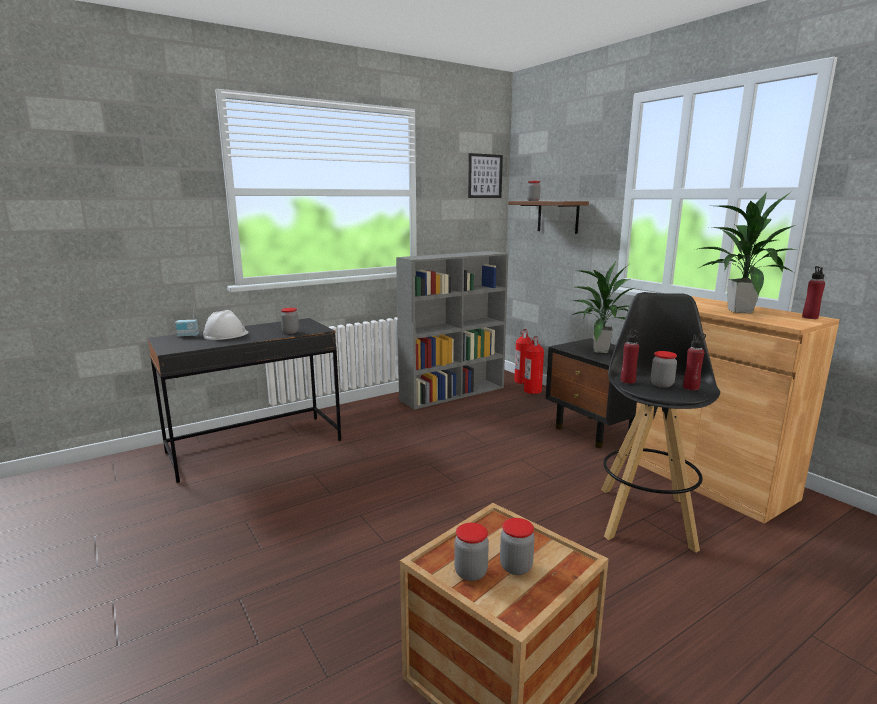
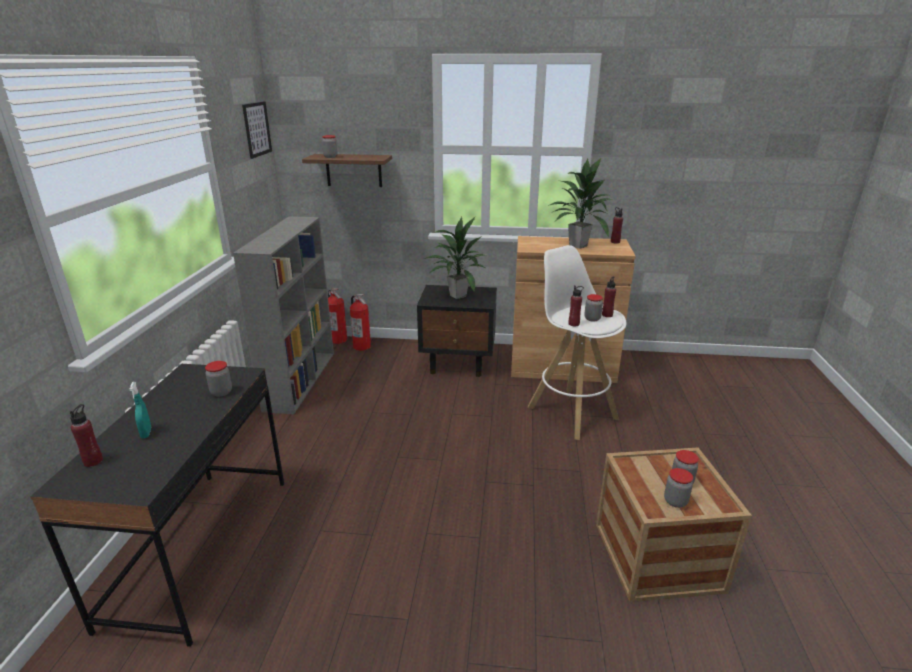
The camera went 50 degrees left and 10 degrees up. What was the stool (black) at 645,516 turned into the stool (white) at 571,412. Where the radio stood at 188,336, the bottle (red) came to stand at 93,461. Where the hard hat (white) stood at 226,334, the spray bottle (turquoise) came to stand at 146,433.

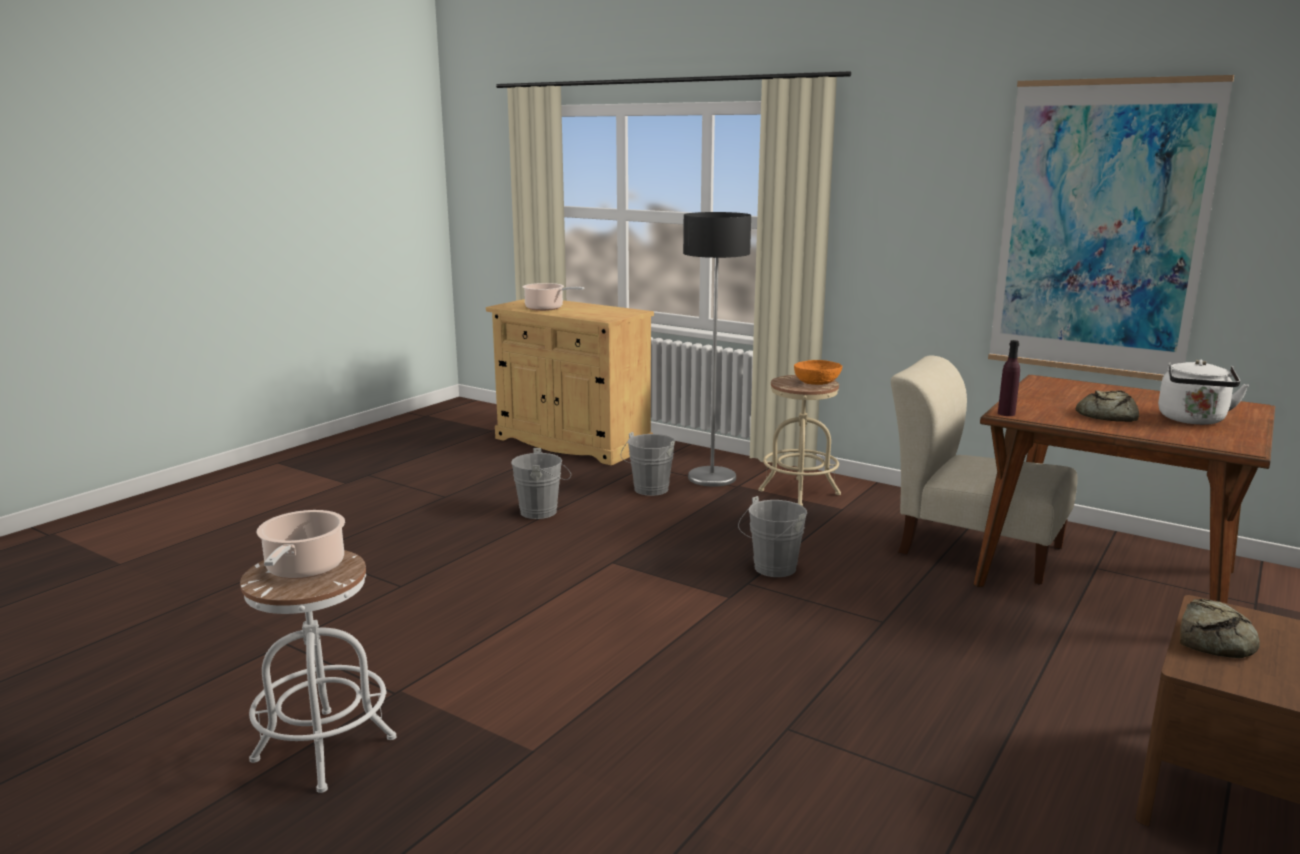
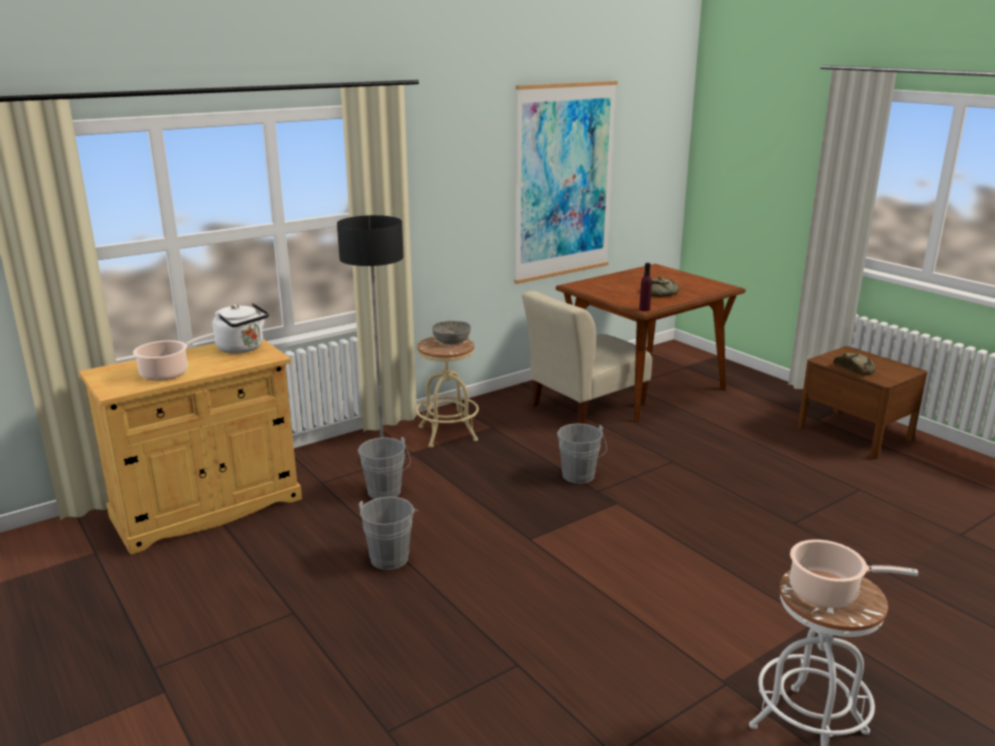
The camera went 70 degrees left and 5 degrees up. What was the bowl (orange) at 817,383 turned into the bowl (grey) at 451,341. The kettle (white) ended up elsewhere, having gone from 1193,420 to 243,348.

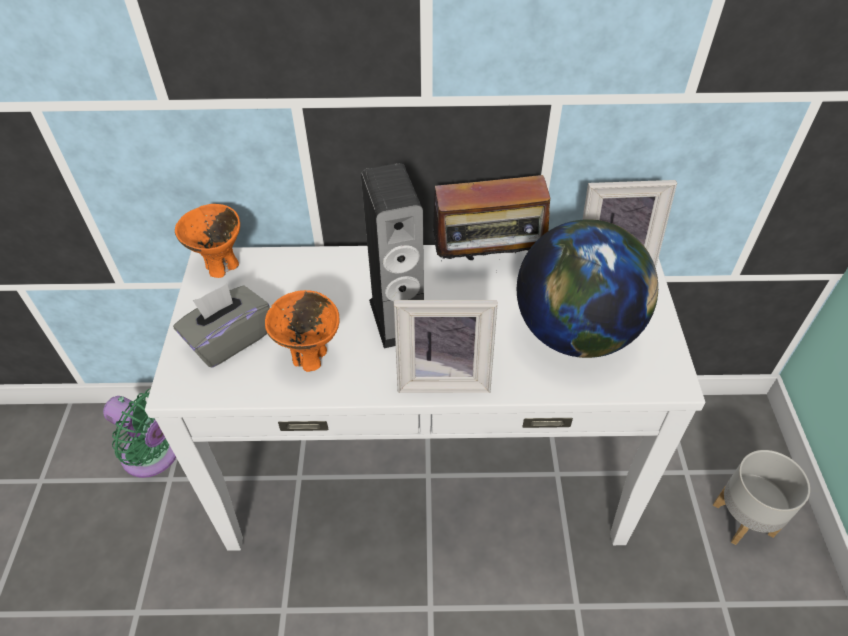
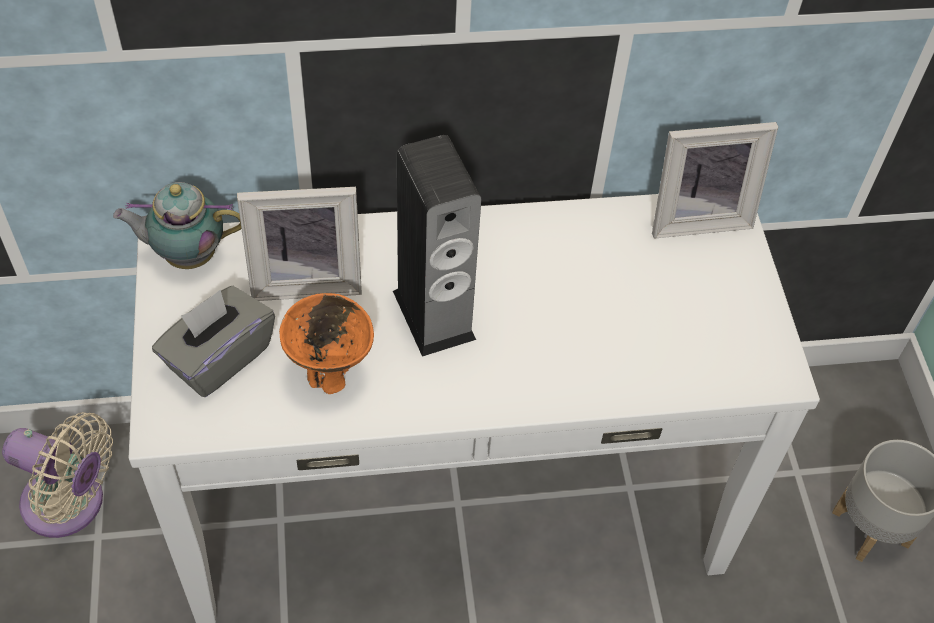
The camera went 10 degrees left and 5 degrees up. The second view lost the radio at 488,263. Where the bowl (orange) stood at 222,267, the teapot came to stand at 186,255. The second view lost the globe at 576,332. The picture frame ended up elsewhere, having gone from 443,376 to 306,279. What was the fan (green) at 155,455 turned into the fan (beige) at 70,504.

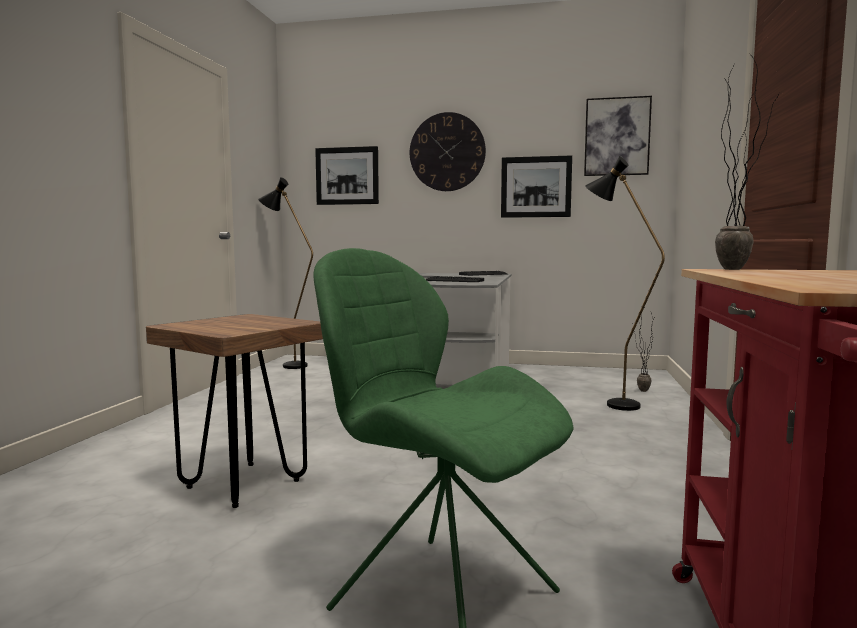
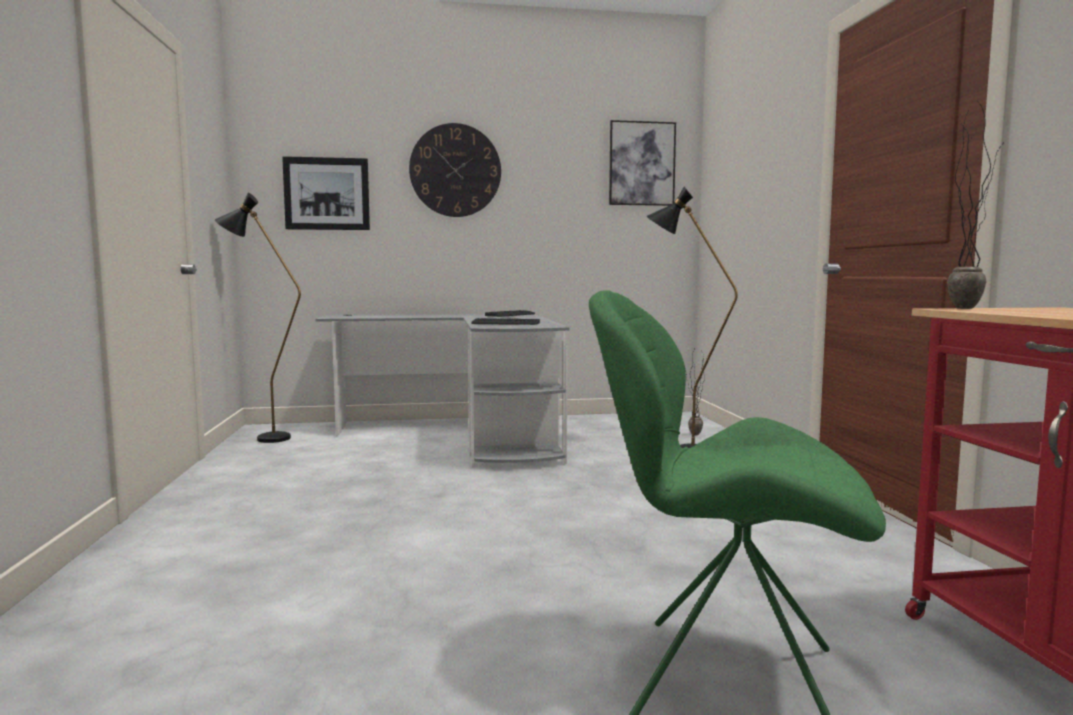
The camera went 20 degrees left and 0 degrees up. The second view lost the picture at 536,187. The second view lost the stool (brown) at 243,484.

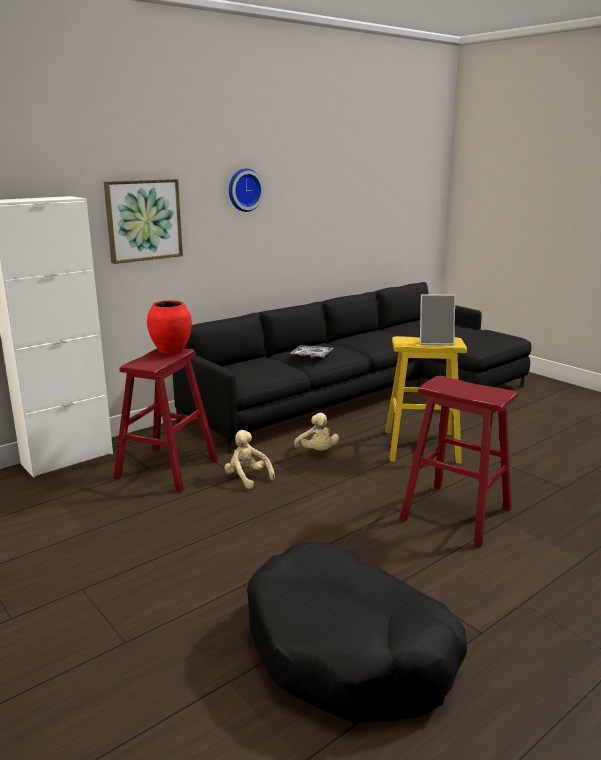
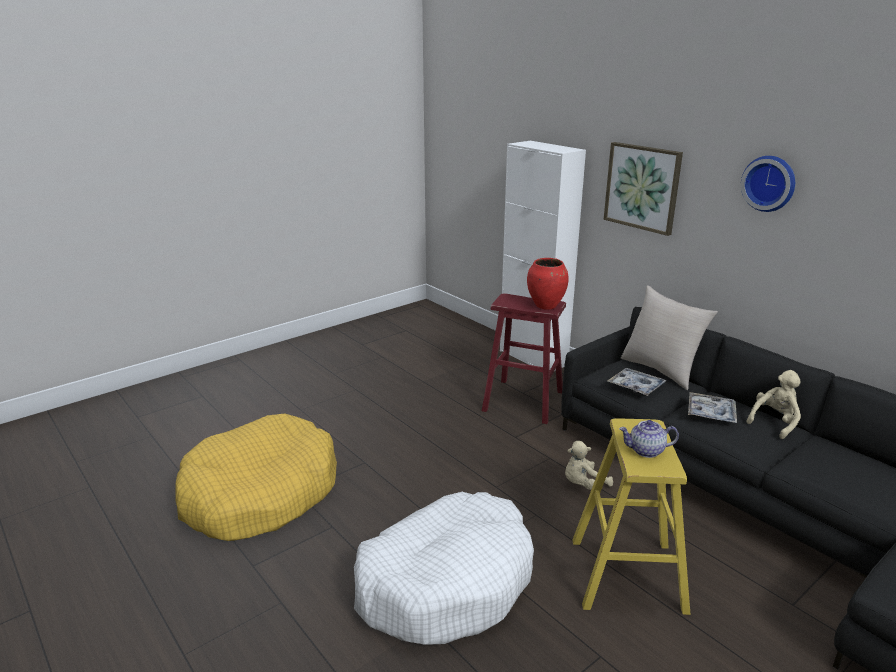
The camera went 90 degrees right and 5 degrees up. Where the picture frame stood at 435,342, the teapot came to stand at 646,451. Where the stool (red) stood at 456,514, the dog bed (white) came to stand at 445,582. The plush toy (beige) ended up elsewhere, having gone from 247,478 to 774,422. What was the dog bed (black) at 349,650 turned into the dog bed (yellow) at 260,493. The second view gained the pillow (beige) at 661,370. The second view gained the tray at 636,386.

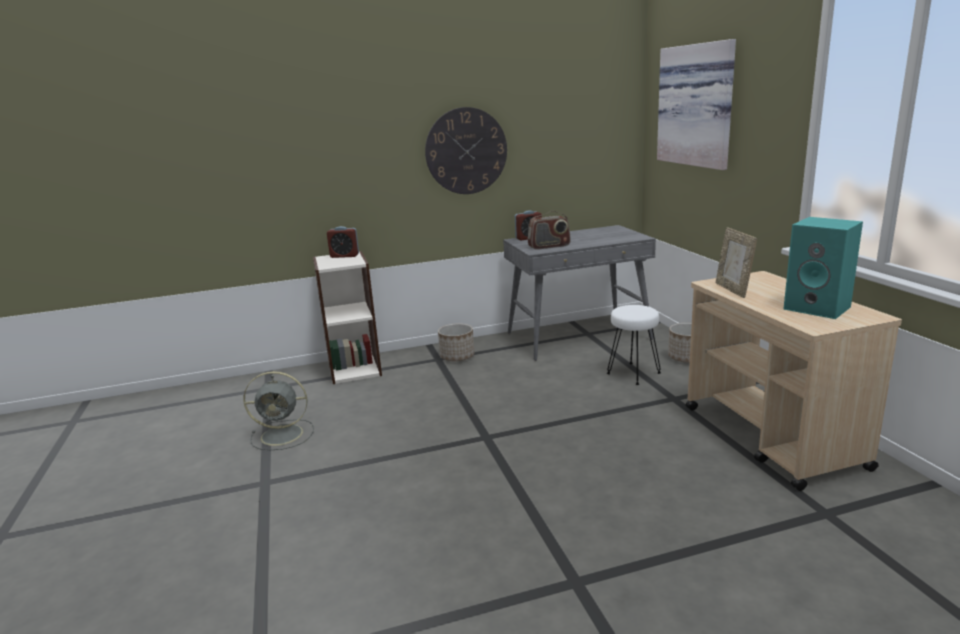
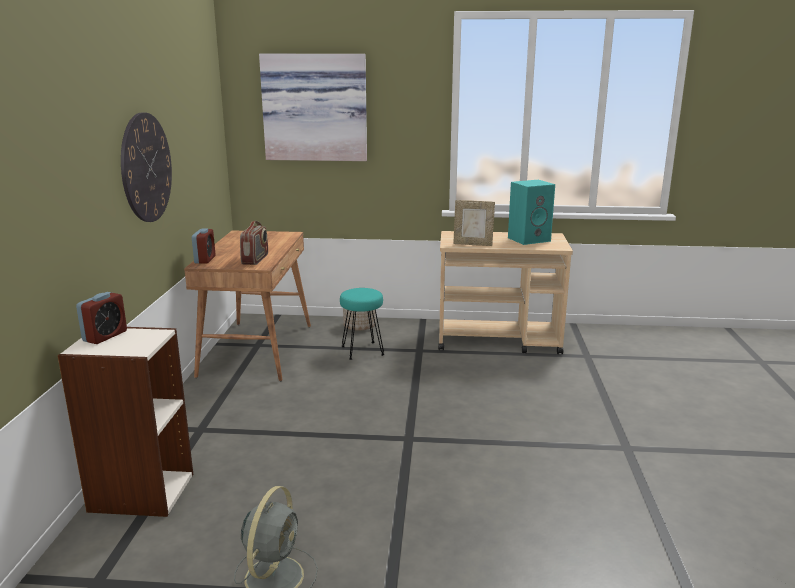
The camera went 70 degrees left and 0 degrees up. What was the desk (grey) at 578,336 turned into the desk (brown) at 257,350. What was the stool (white) at 633,374 turned into the stool (turquoise) at 362,351. The second view lost the planter at 457,356.

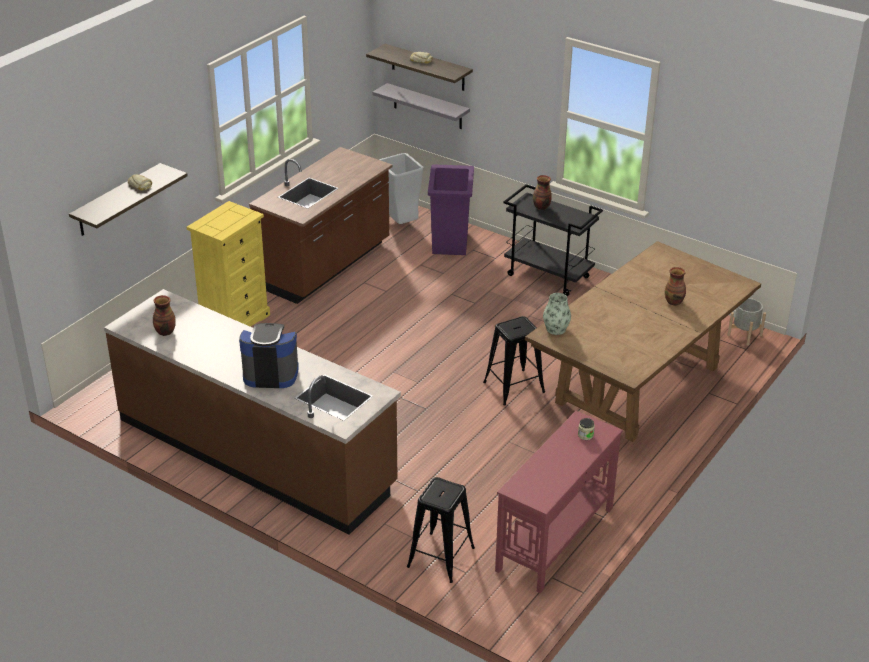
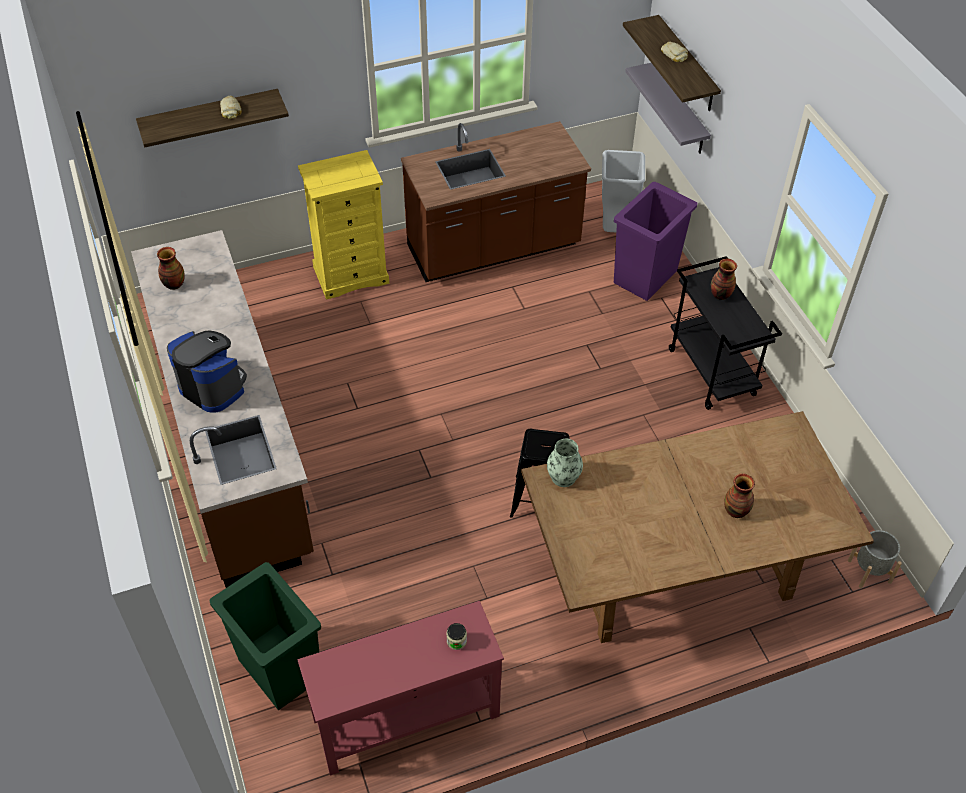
The camera went 35 degrees right and 15 degrees up. Where the stool (black) stood at 440,557, the trash can (green) came to stand at 280,668.

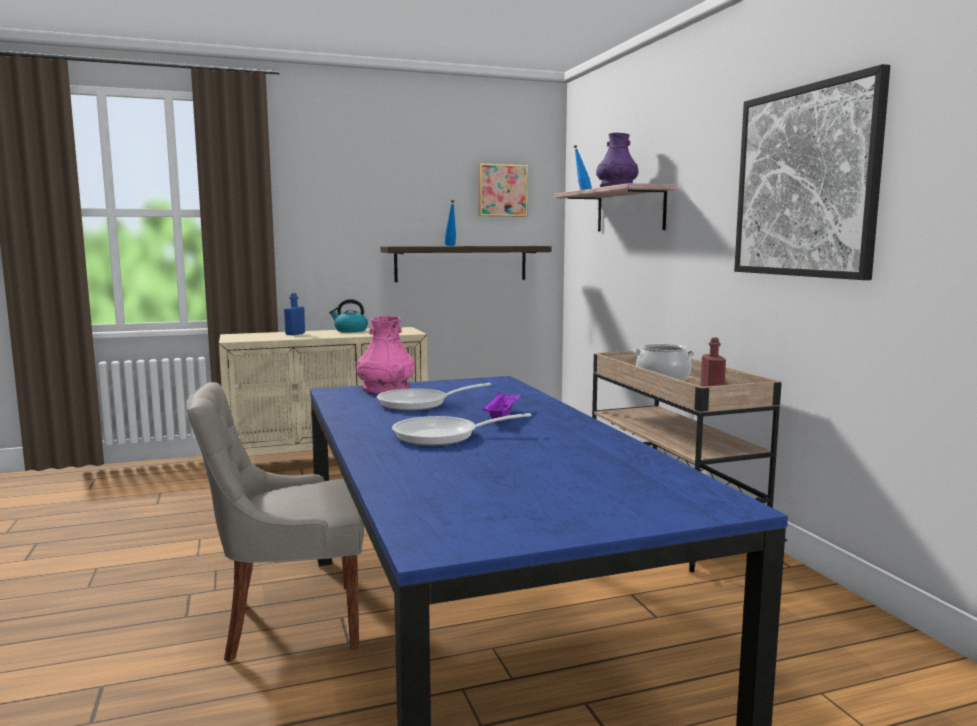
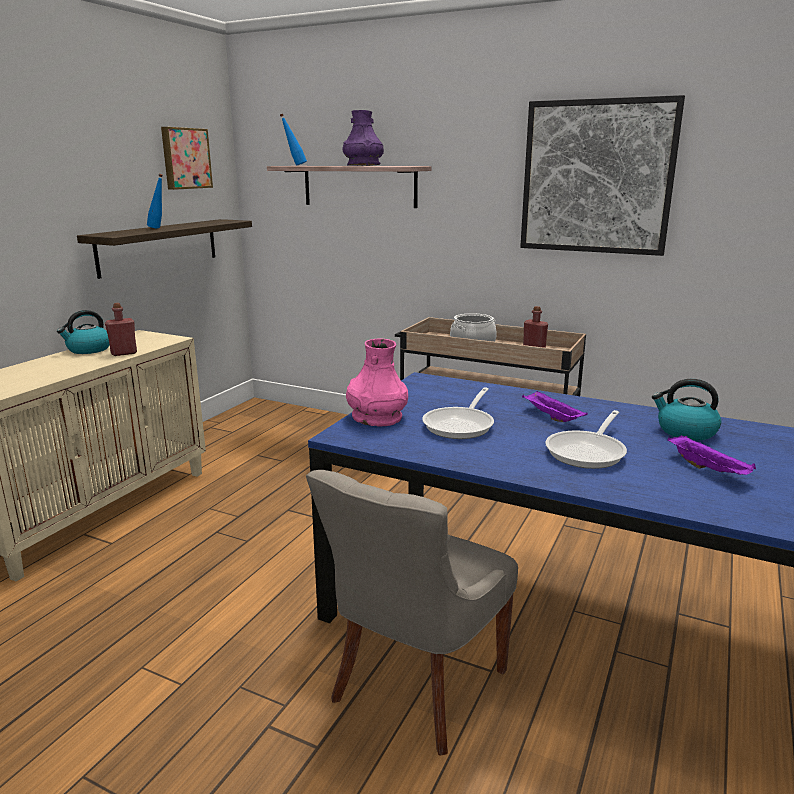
The camera went 45 degrees left and 10 degrees up. The second view lost the bottle (blue) at 295,334. The second view gained the bottle (red) at 124,353. The second view gained the kettle at 685,431. The second view gained the tray (purple) at 708,469.

